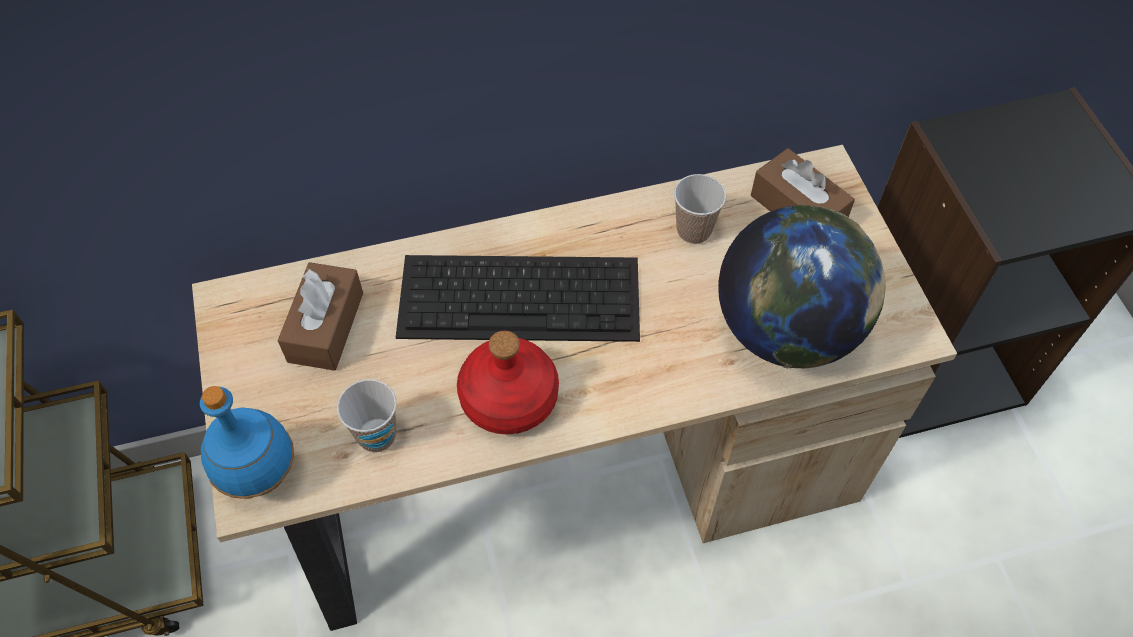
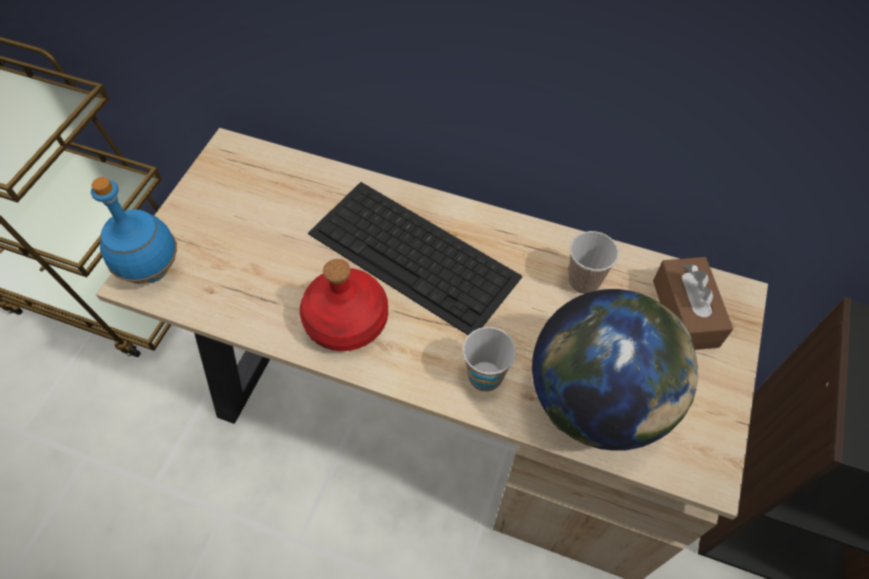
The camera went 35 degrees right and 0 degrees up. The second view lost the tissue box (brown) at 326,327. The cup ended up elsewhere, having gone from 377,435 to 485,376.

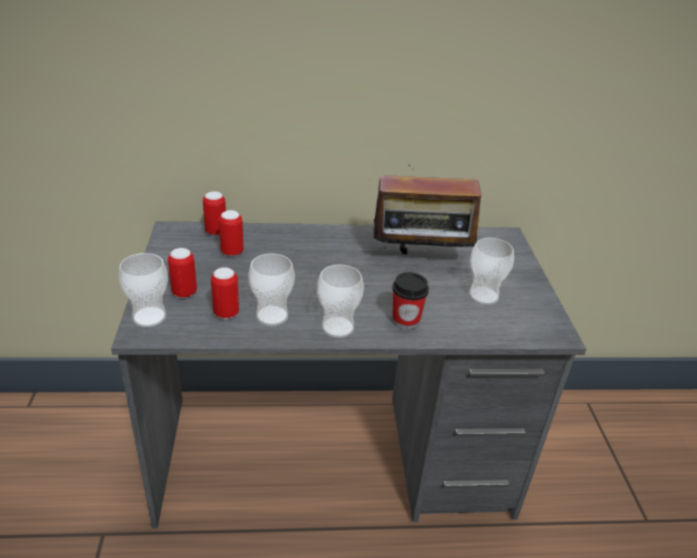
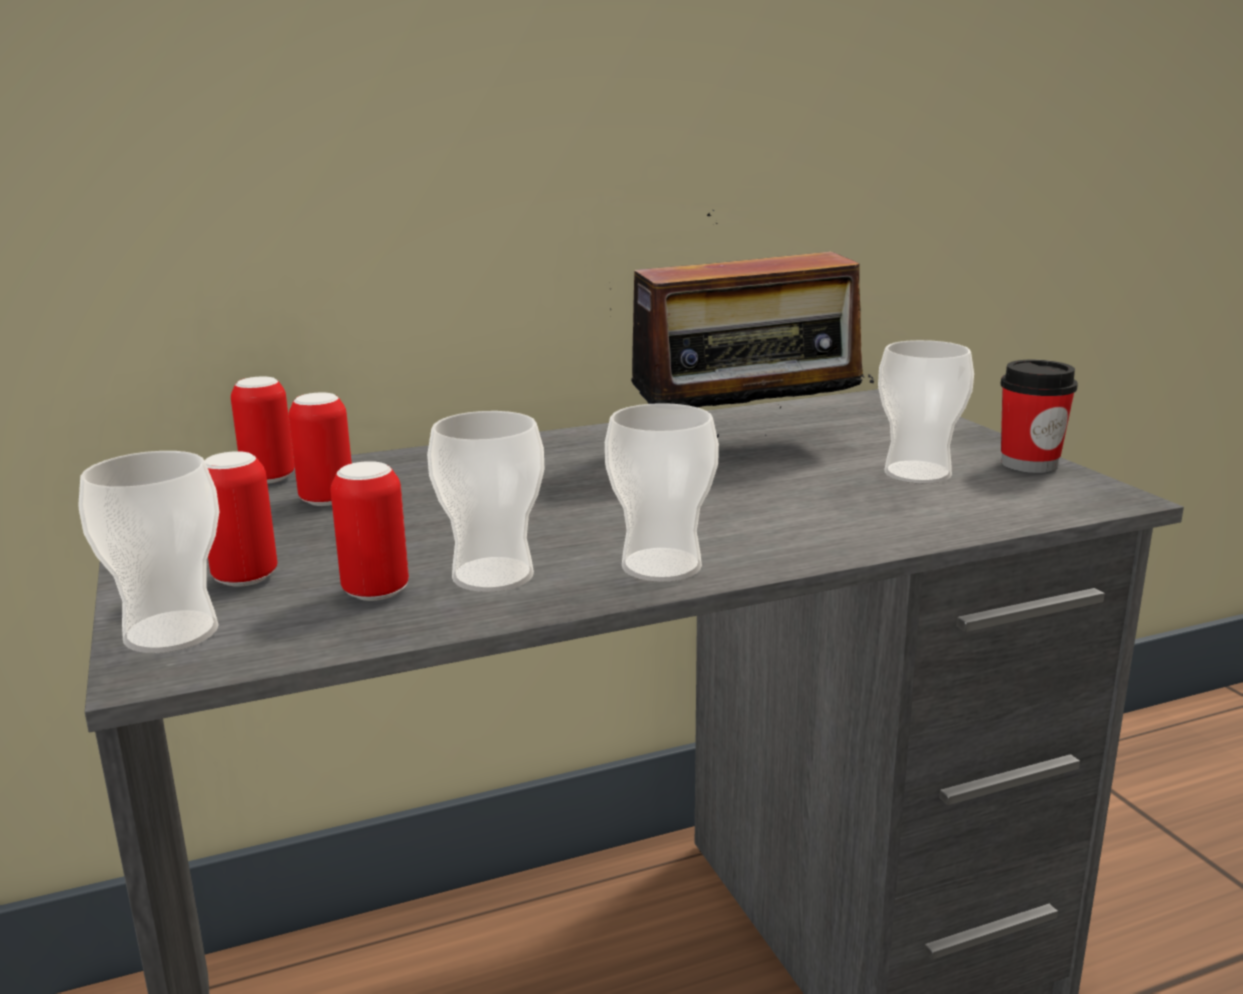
The camera went 15 degrees left and 15 degrees down. The cup ended up elsewhere, having gone from 405,321 to 1029,464.

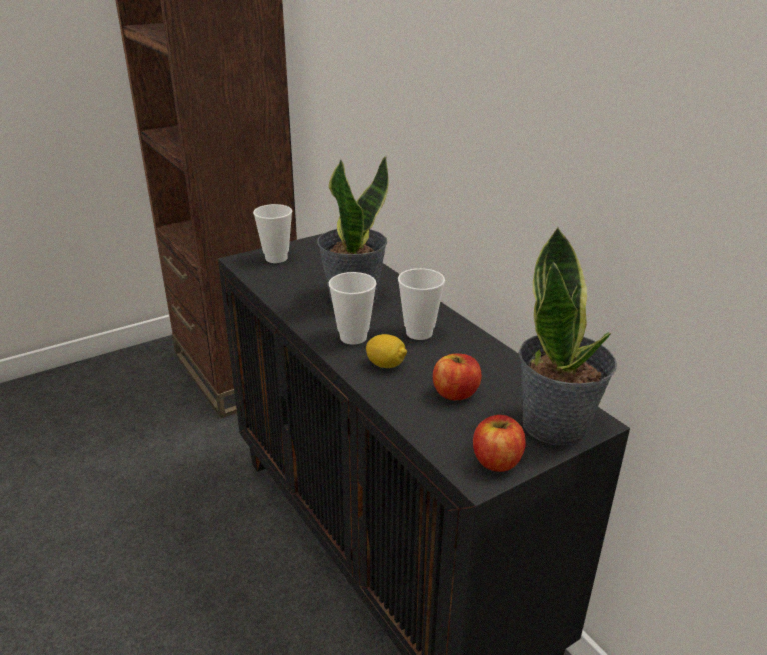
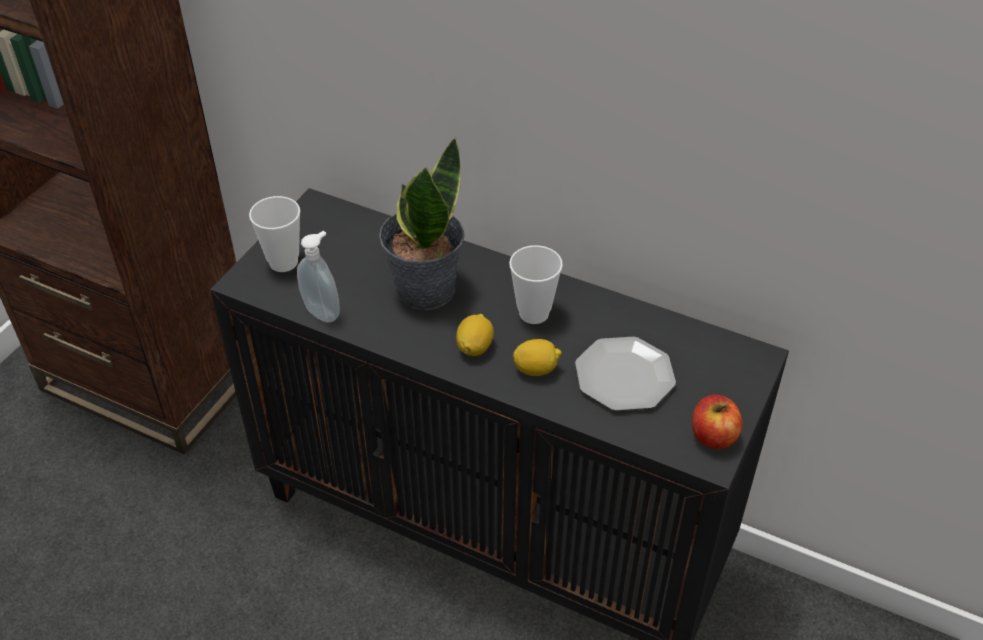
The camera went 30 degrees left and 15 degrees up. The second view lost the potted plant at 556,424. Where the cup stood at 353,337, the lemon came to stand at 475,347. Where the apple stood at 455,393, the plate came to stand at 625,376. The second view gained the soap dispenser at 323,311.

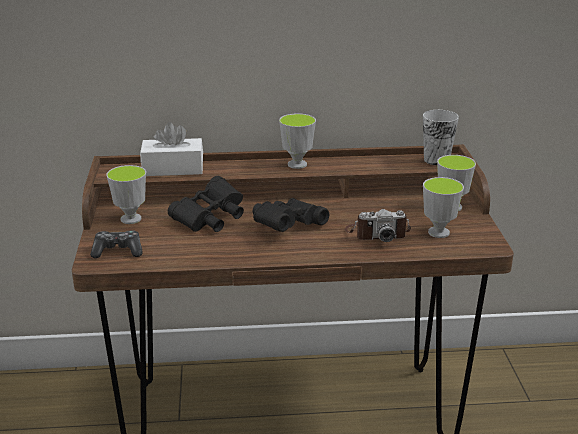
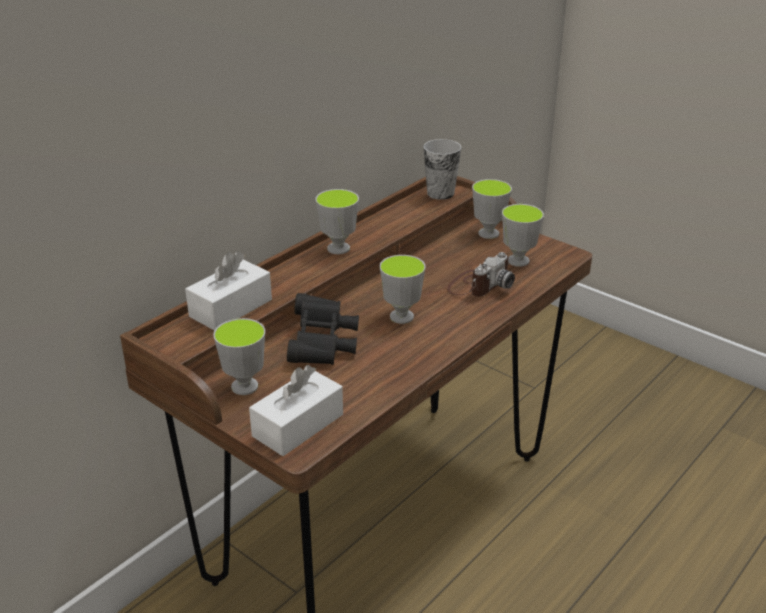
The camera went 45 degrees left and 5 degrees up. Where the binoculars (black) stood at 286,227, the cup came to stand at 401,317. Where the game controller stood at 118,251, the tissue box (white) came to stand at 298,425.

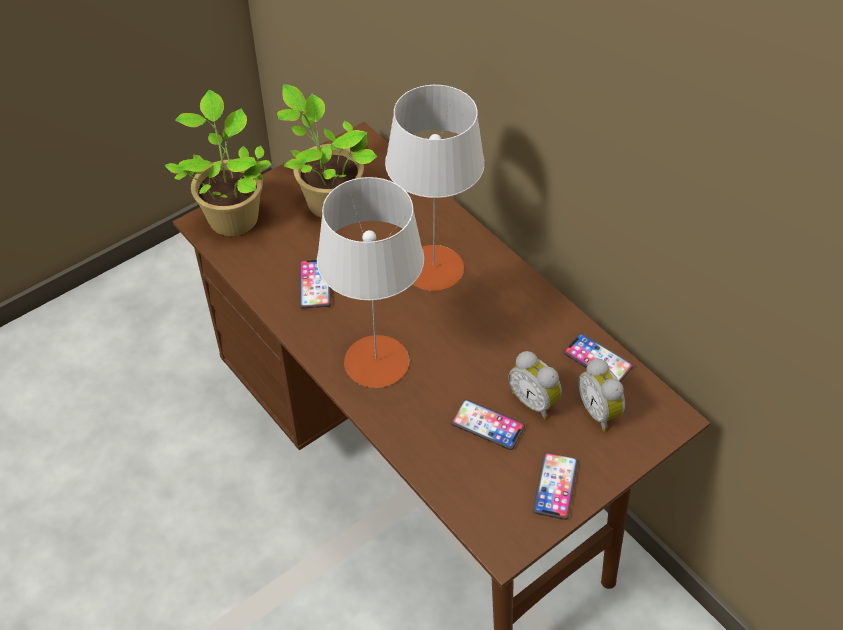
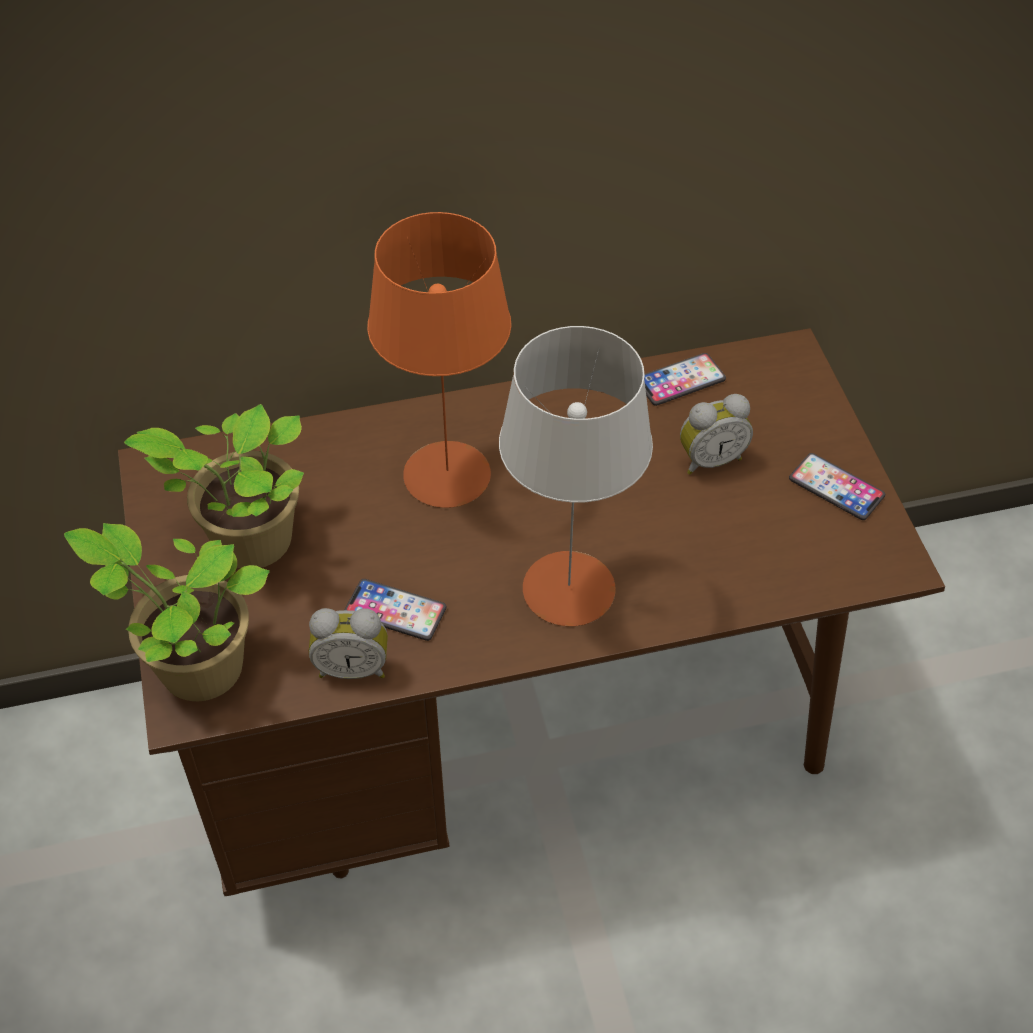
The camera went 65 degrees left and 0 degrees up. What was the table lamp (grey) at 433,268 turned into the table lamp (orange) at 447,475. The alarm clock ended up elsewhere, having gone from 600,411 to 352,667. The second view lost the phone at 487,425.

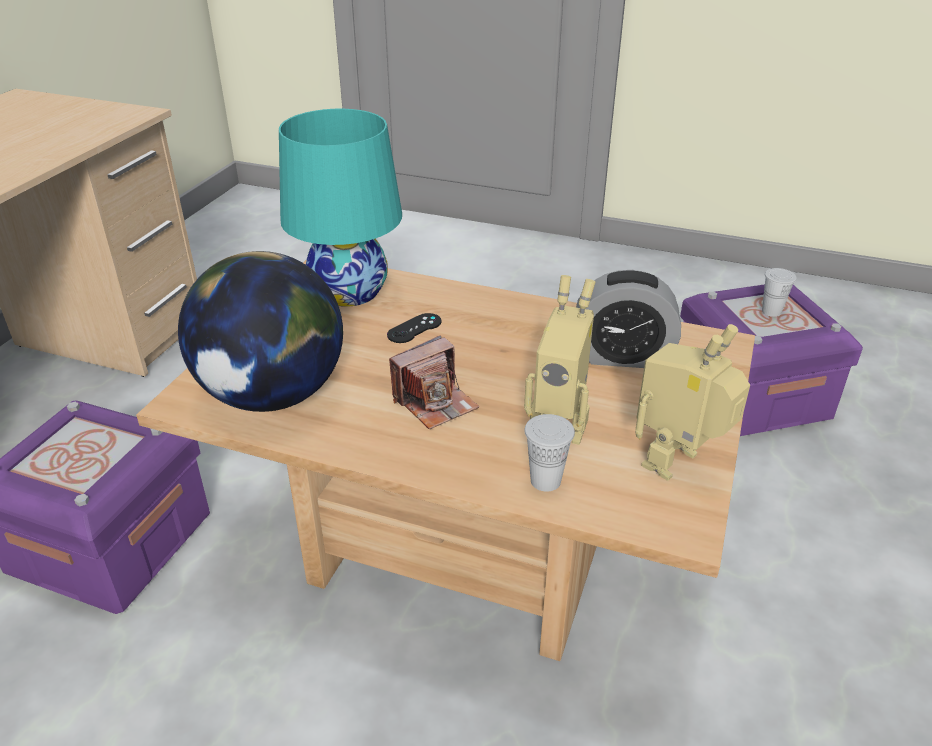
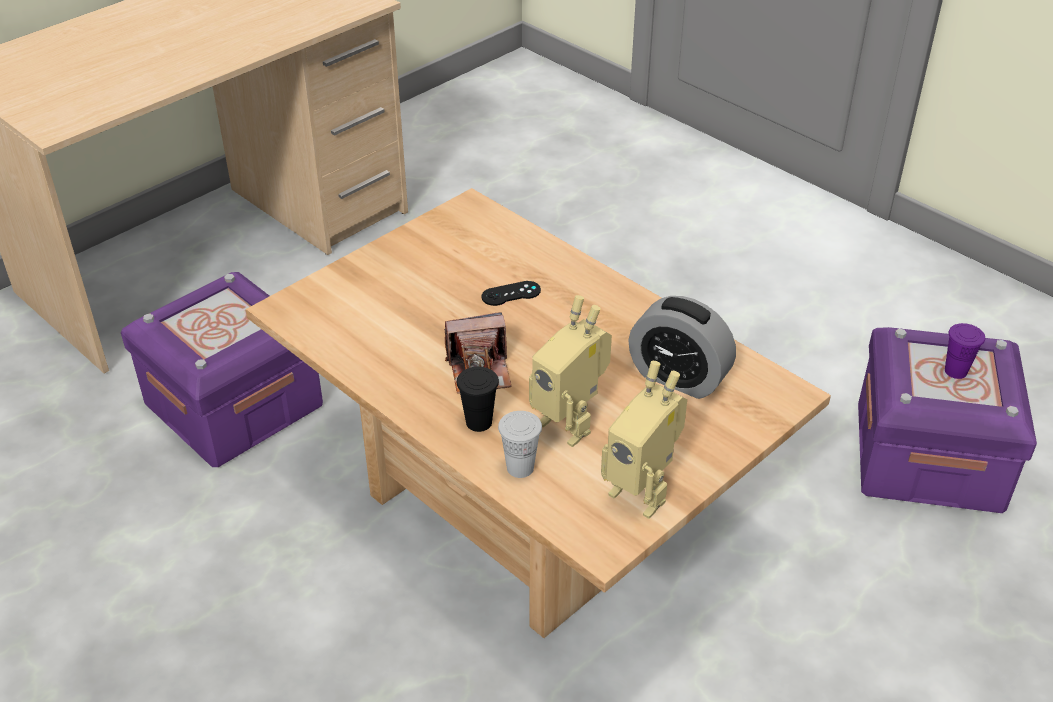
The camera went 25 degrees right and 5 degrees up. The second view lost the table lamp (turquoise) at 349,291. The second view lost the globe at 273,395. What was the cup (white) at 771,311 turned into the cup (purple) at 955,371. The toy robot at 678,465 ended up facing another way, 120 degrees counterclockwise from before. The second view gained the cup (black) at 479,422.

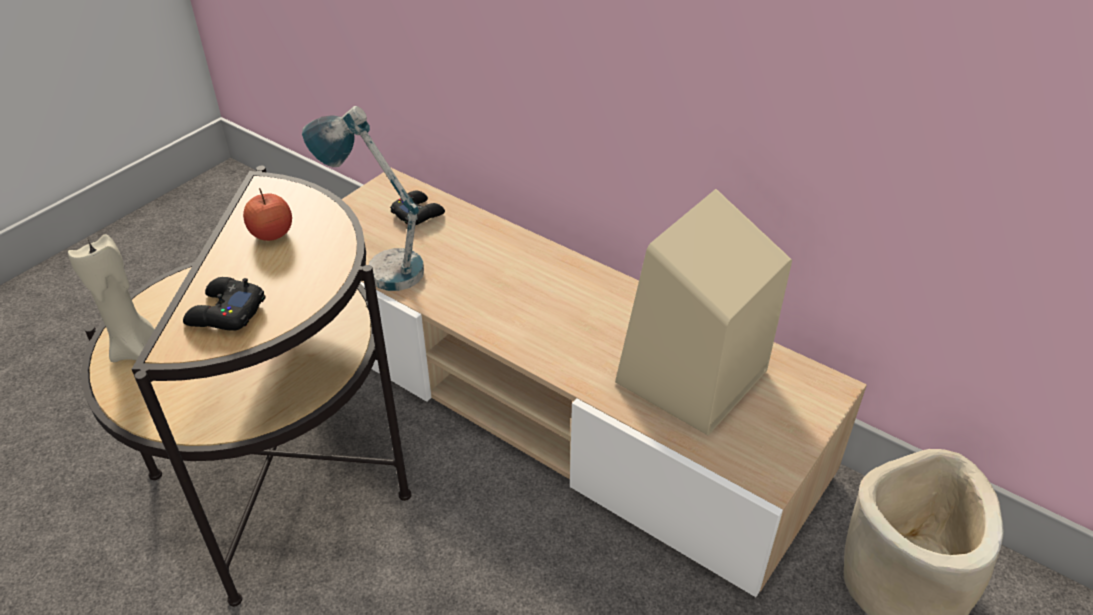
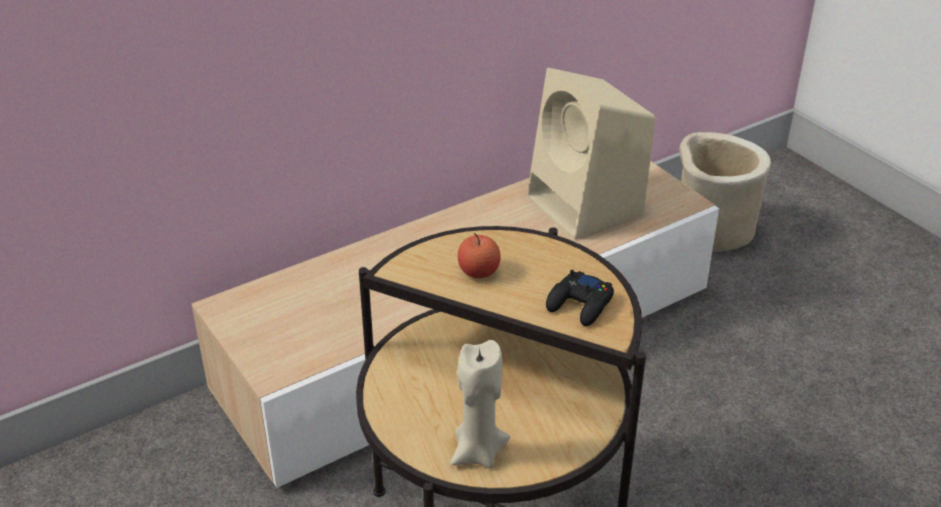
The camera went 70 degrees left and 5 degrees down. The second view lost the table lamp at 378,264. The second view lost the game controller (black) at 418,213.

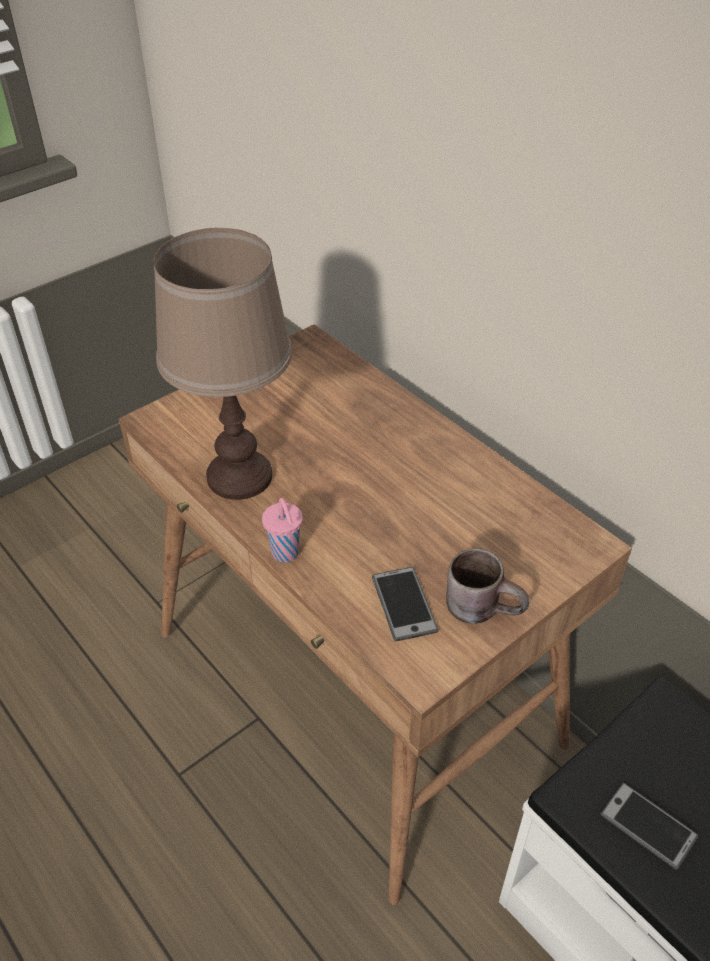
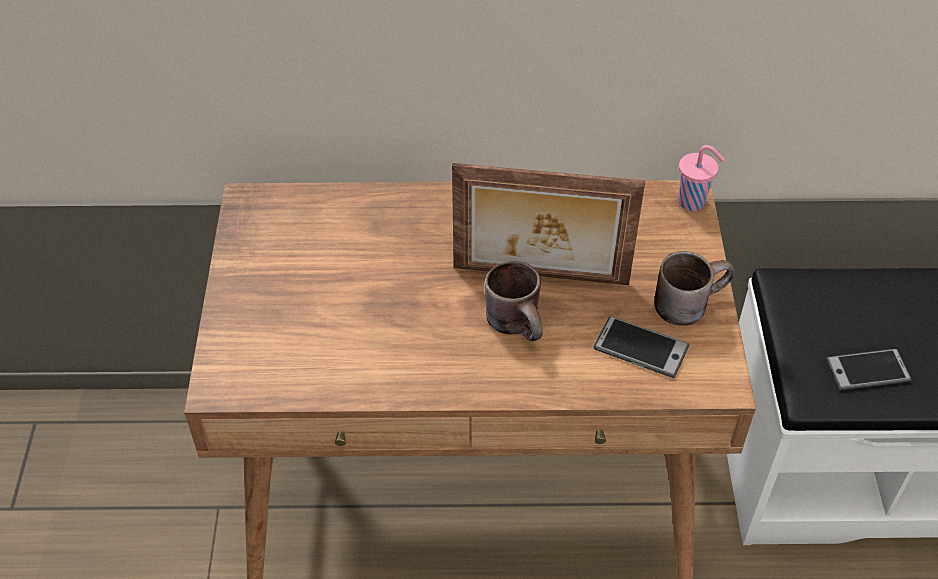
The camera went 50 degrees left and 5 degrees up. The second view lost the table lamp (brown) at 240,477. The cup (pink) ended up elsewhere, having gone from 285,554 to 693,202. The second view gained the picture frame at 540,277. The second view gained the mug (brown) at 520,323.

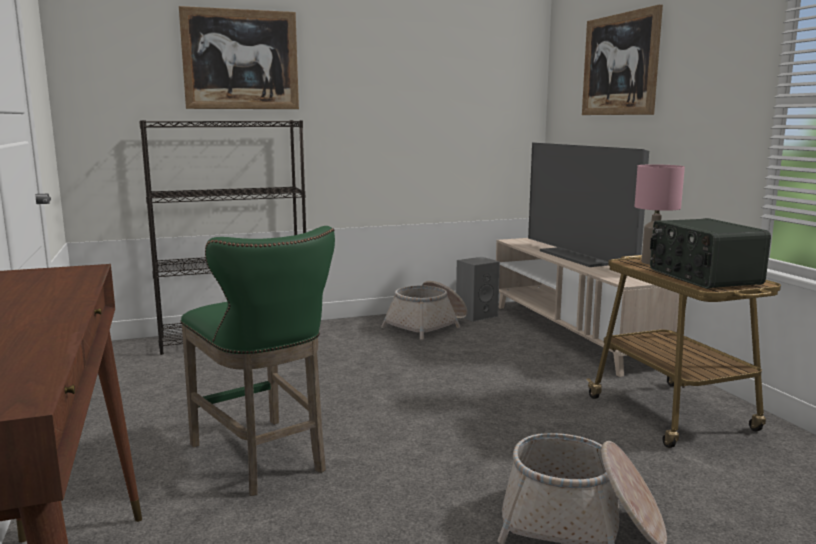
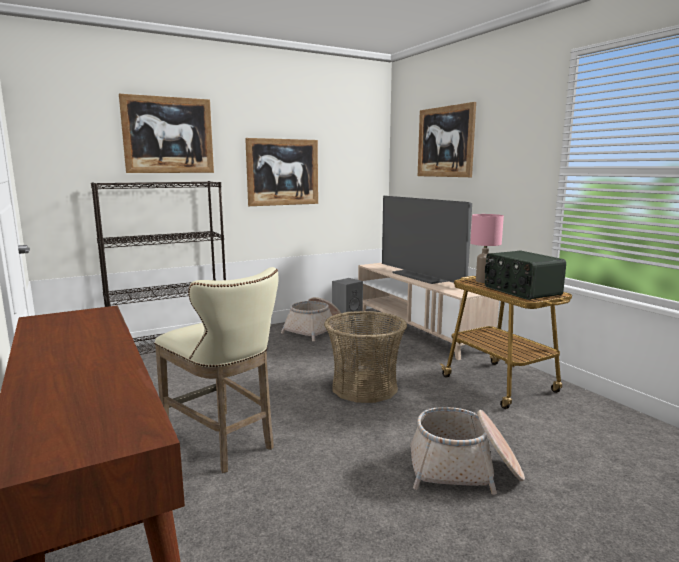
The camera went 10 degrees left and 0 degrees up. What was the stool (green) at 263,460 turned into the stool (beige) at 223,443. The second view gained the picture at 283,172. The second view gained the basket at 364,387.

